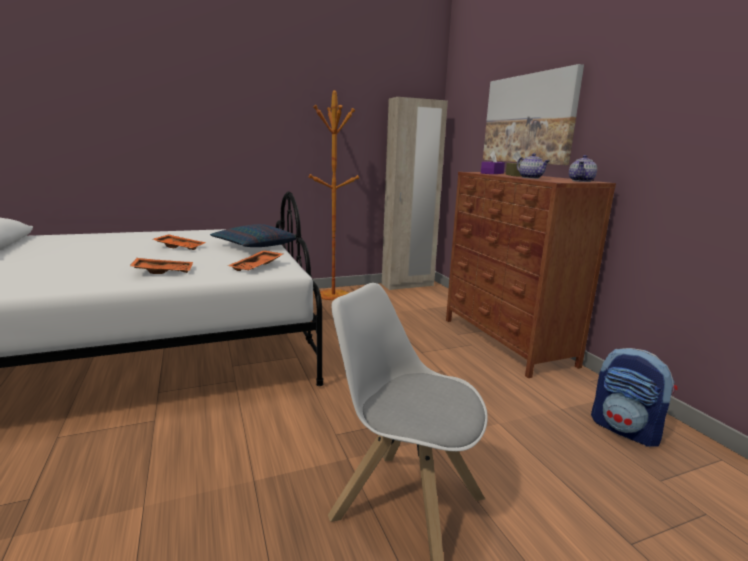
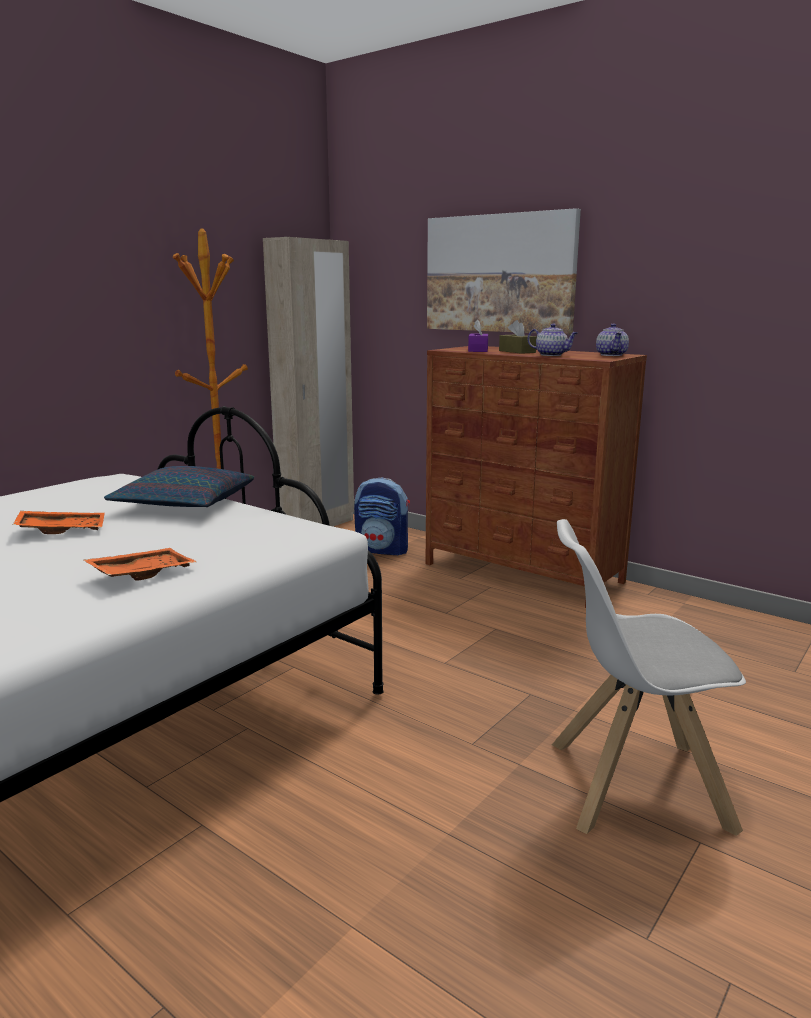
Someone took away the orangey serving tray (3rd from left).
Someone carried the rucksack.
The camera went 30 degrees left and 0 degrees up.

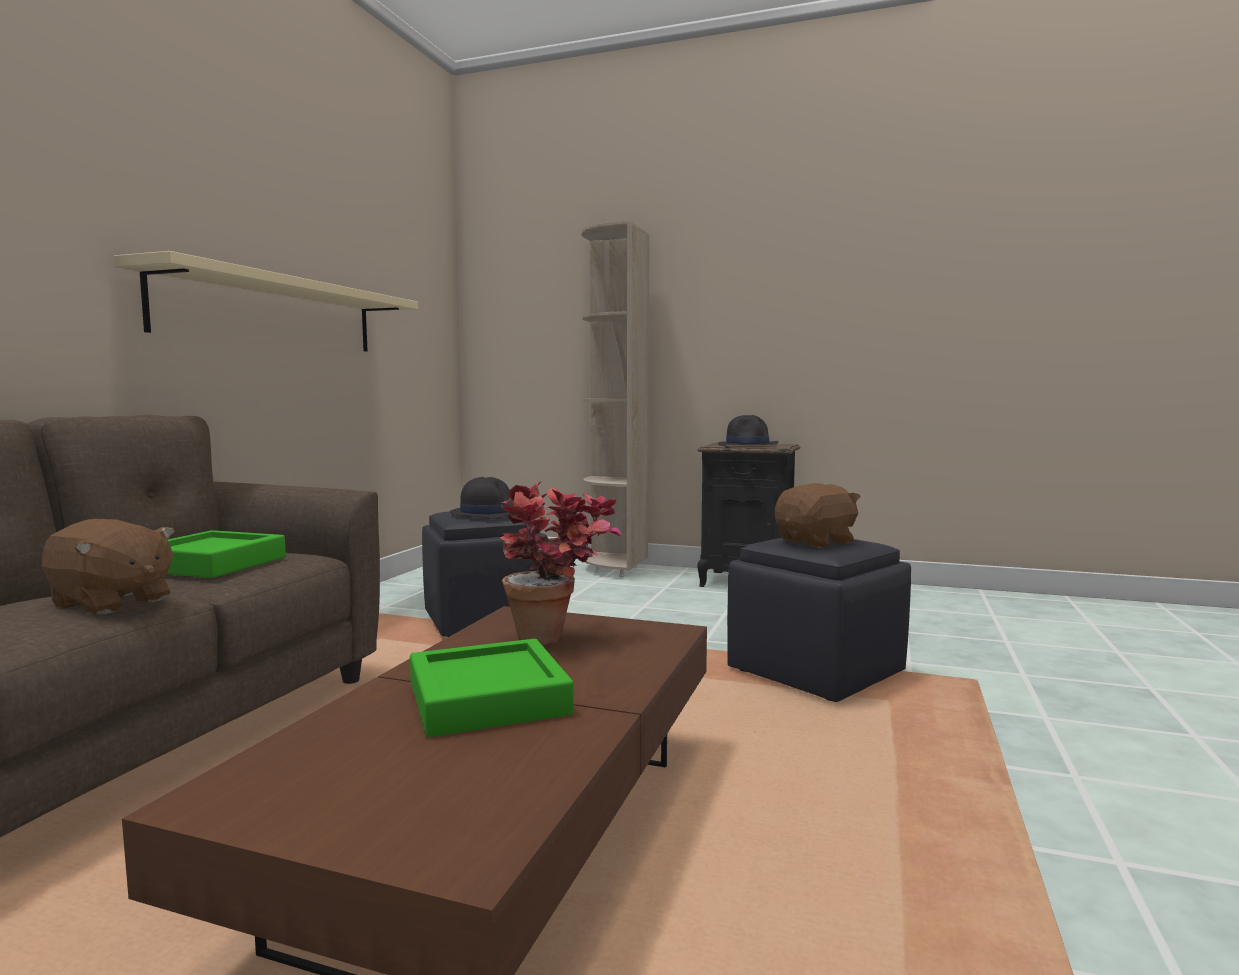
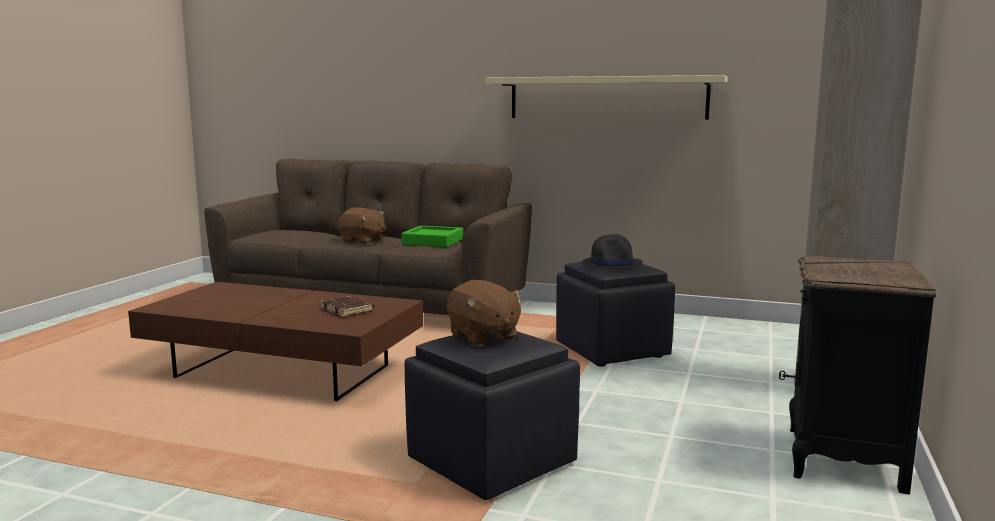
Someone took away the green serving tray (2nd from left).
Someone took away the blackish clothing hat (2nd from left).
Someone swapped the plant in a pot for the brown-coloured book.
Someone rotated the brown-coloured plush toy (1st from left) by 90 degrees counterclockwise.
The camera went 90 degrees right and 5 degrees up.

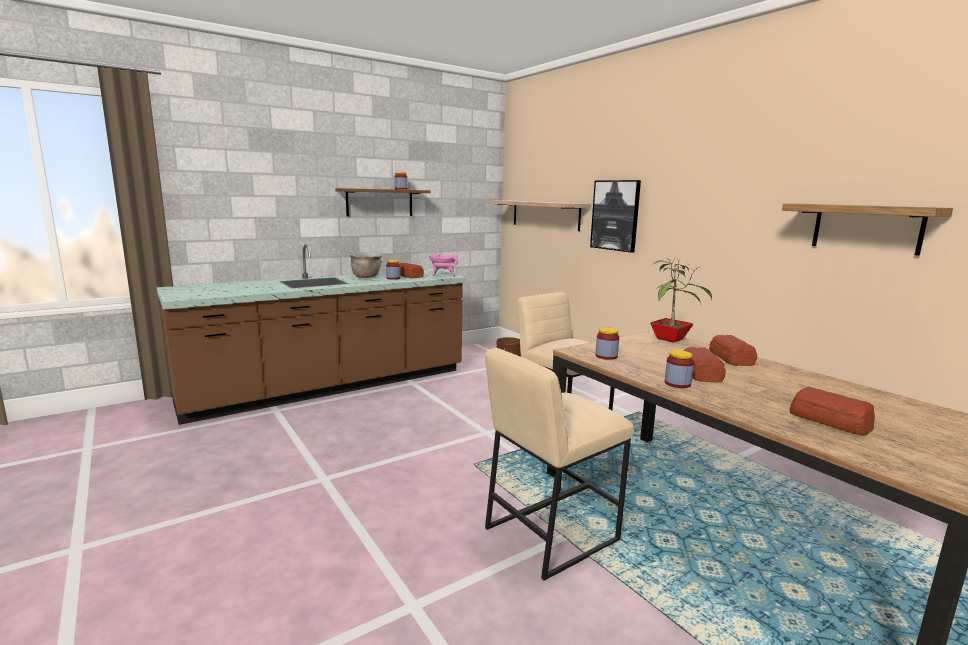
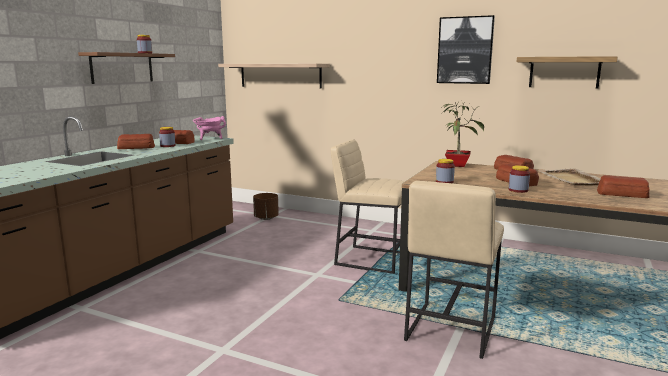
Someone put down the beige serving tray.
Someone carried the picture.
Someone swapped the brown-coloured stockpot for the bread (1st from left).
The camera went 30 degrees left and 0 degrees up.

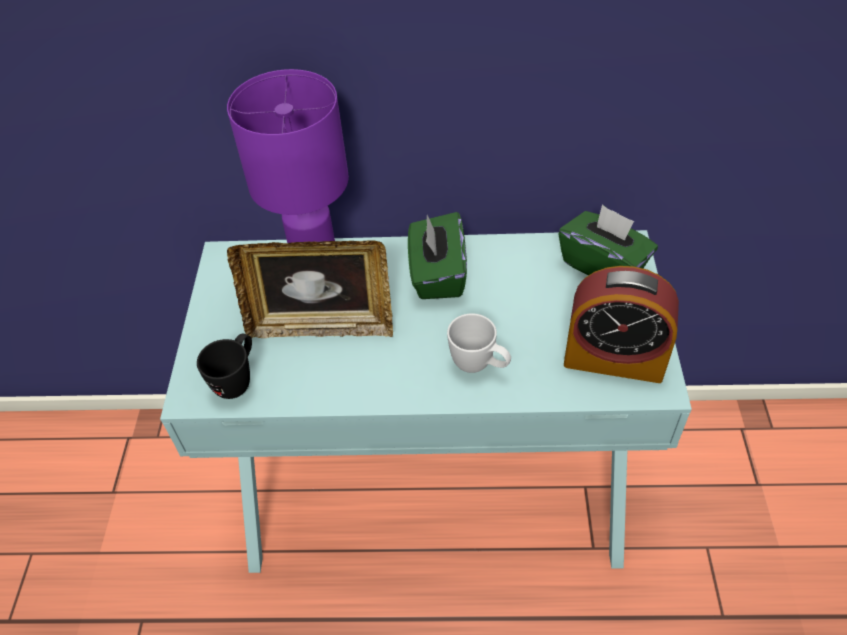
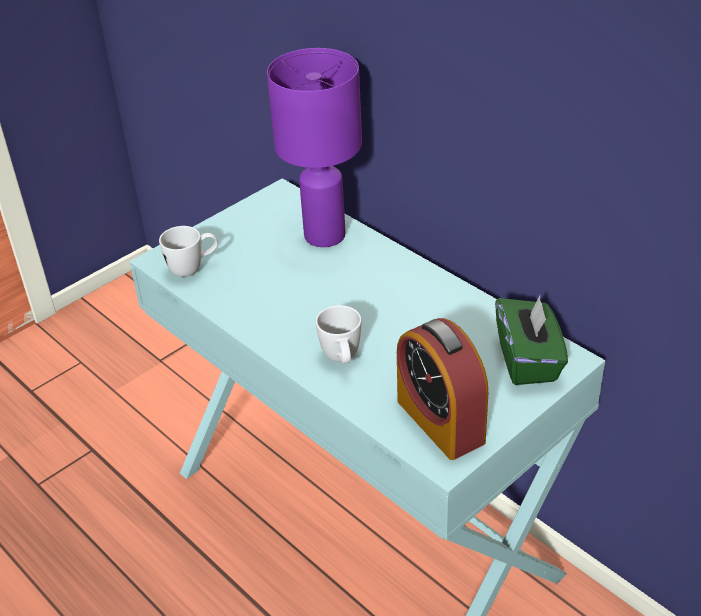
Someone took away the picture frame.
Someone took away the green tissue box (1st from left).
Someone repainted the blackish tea mug, which became the white-coloured tea mug (1st from left).
The camera went 45 degrees right and 10 degrees down.

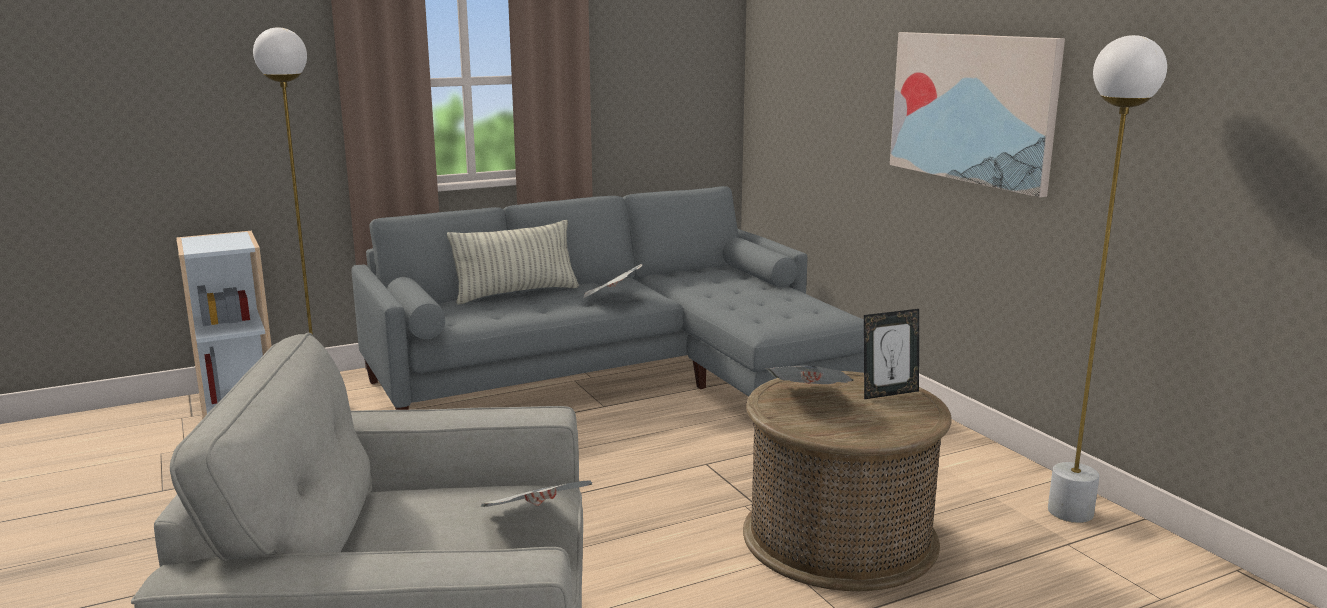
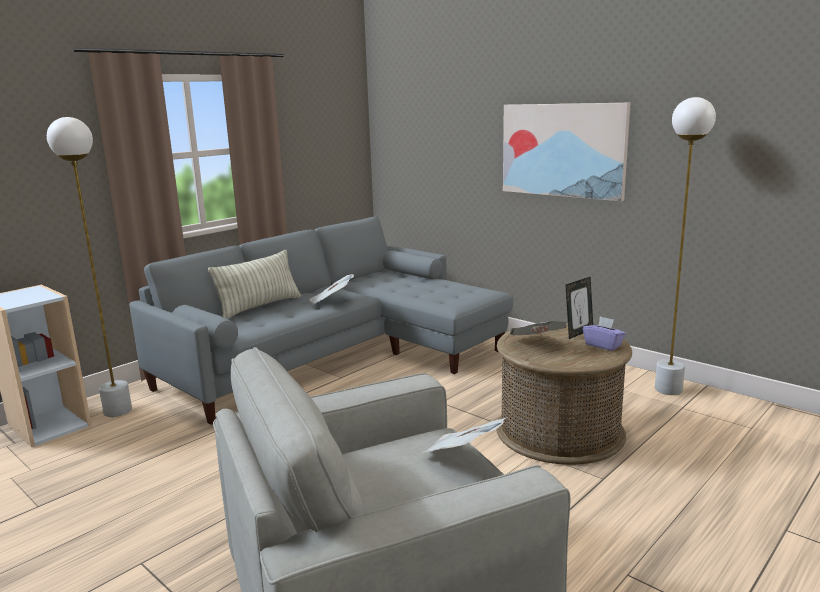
Someone put down the purple-coloured tissue box.
The camera went 20 degrees left and 0 degrees up.

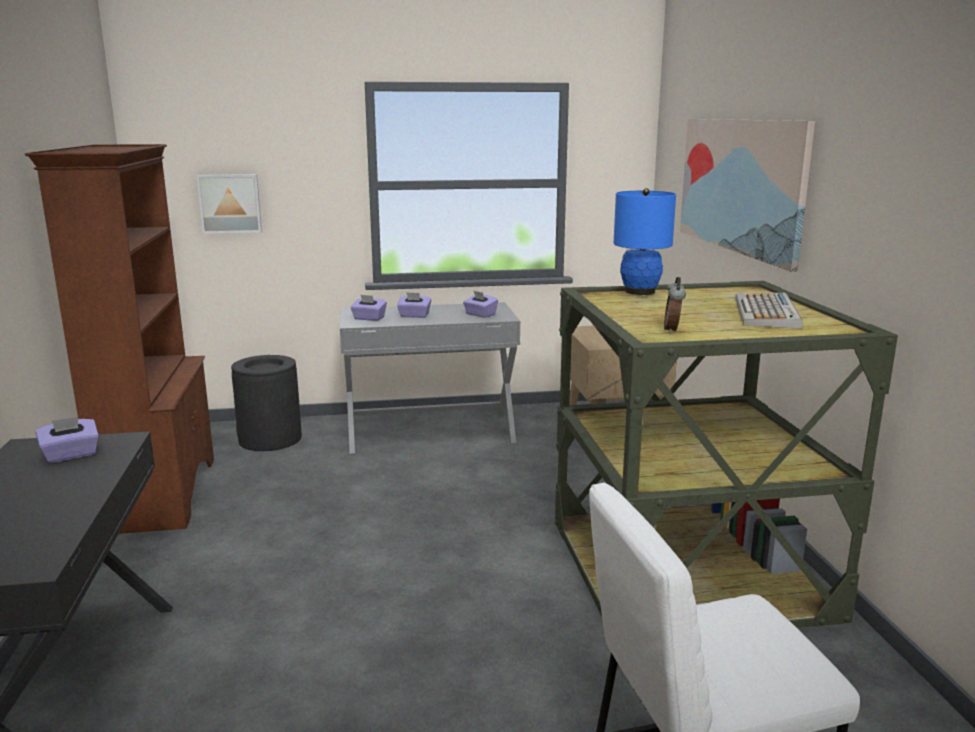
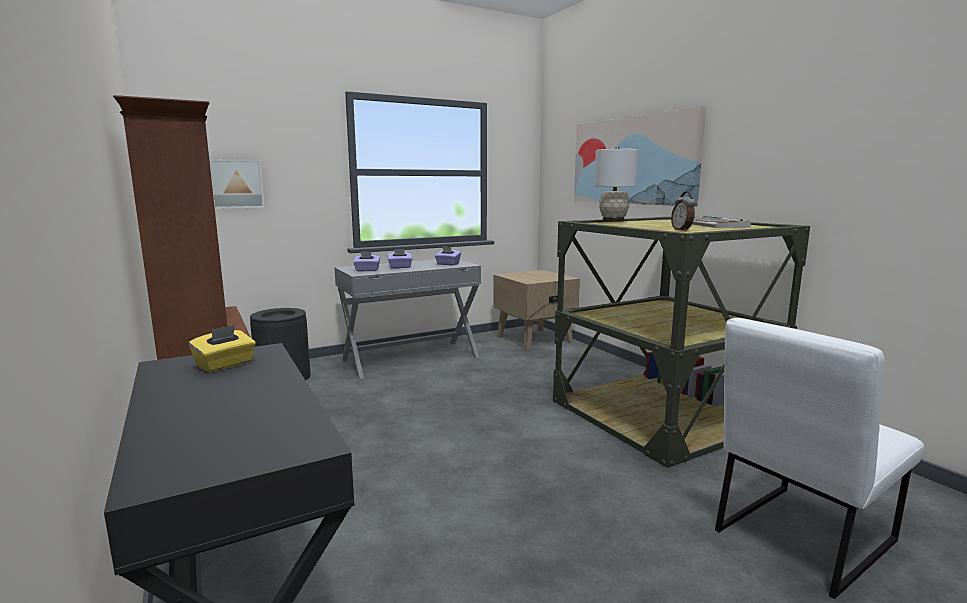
Someone repainted the purple-coloured tissue box (1st from left), which became the yellow-coloured tissue box.
Someone repainted the blue table lamp, which became the white-coloured table lamp.
The camera went 20 degrees left and 5 degrees down.

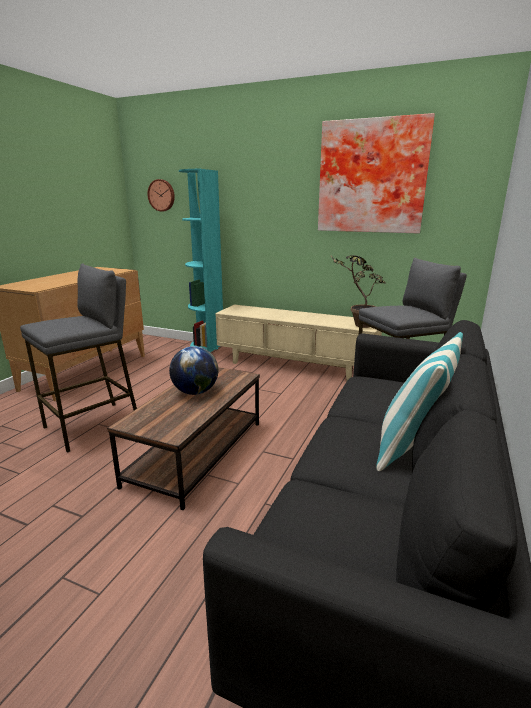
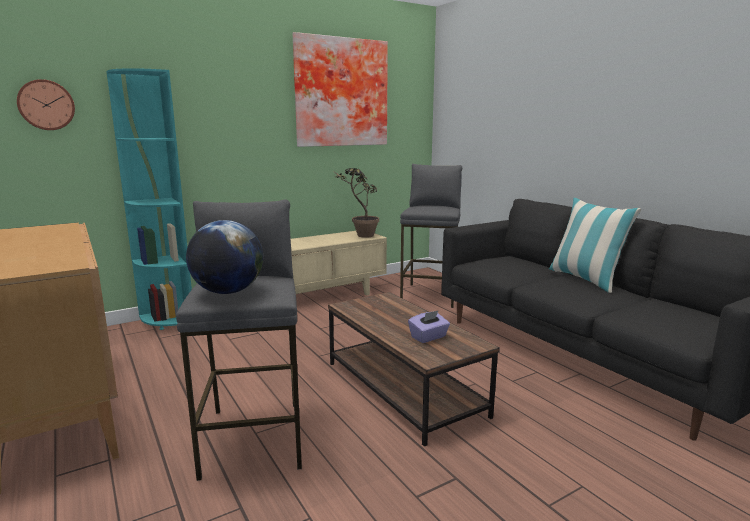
Someone put down the purple-coloured tissue box.
Someone carried the desk globe.
The camera went 55 degrees left and 5 degrees down.

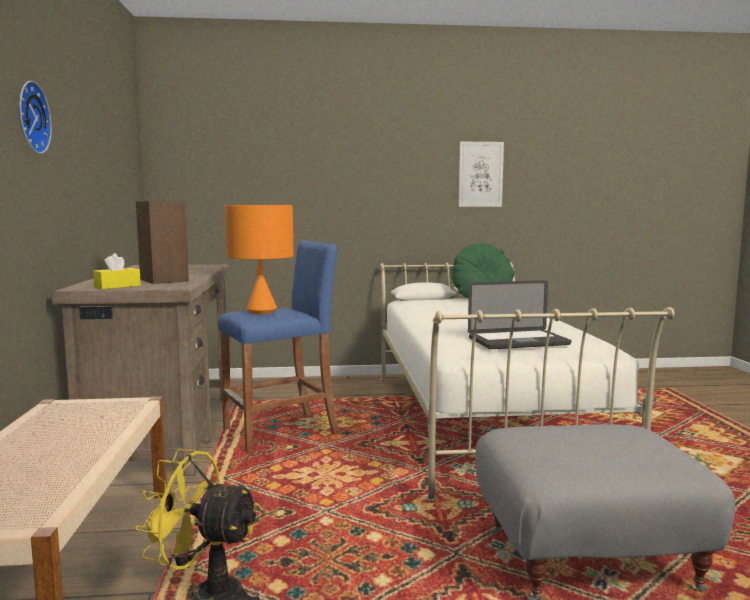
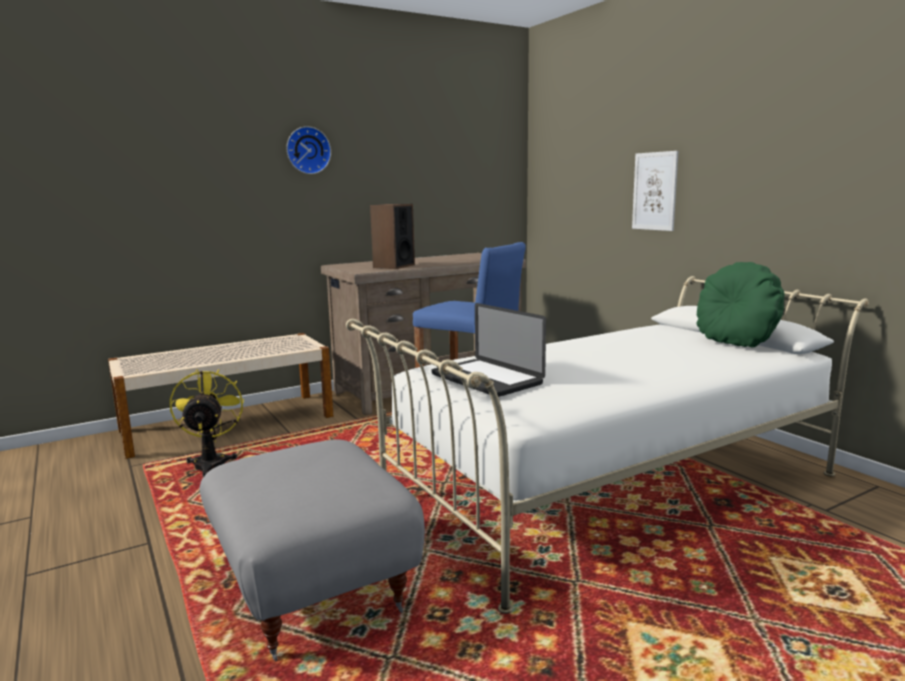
Someone took away the yellow-coloured tissue box.
Someone took away the orangey table lamp.
Someone carried the picture.
The camera went 65 degrees right and 5 degrees up.

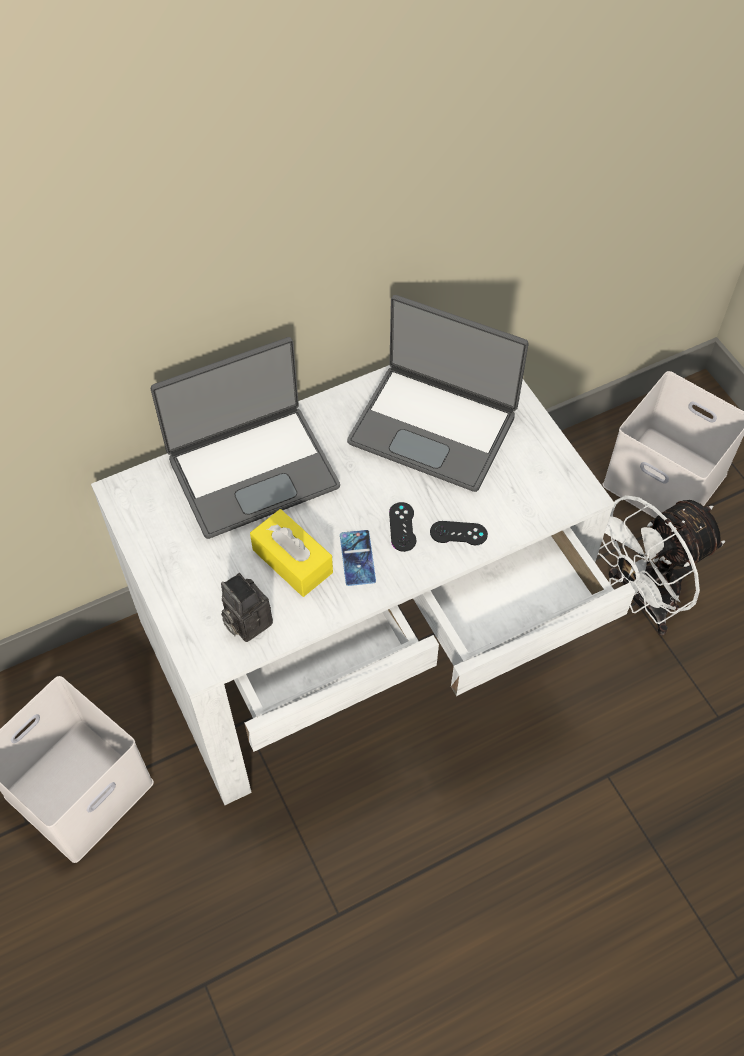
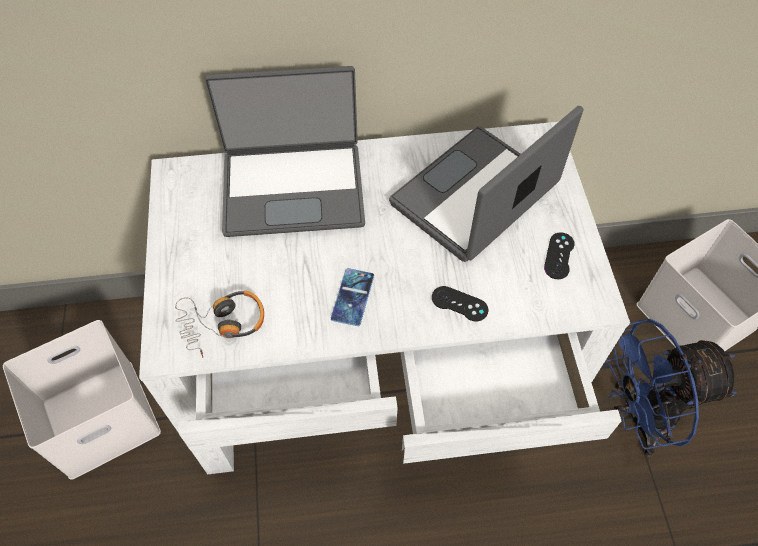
Someone took away the yellow-coloured tissue box.
Someone carried the blackish joypad (1st from left in the first image).
Someone swapped the photo camera for the headphones.
Someone repainted the white-coloured electric fan, which became the blue electric fan.
Someone rotated the notebook computer (2nd from left) by 90 degrees clockwise.
The camera went 20 degrees right and 0 degrees up.

